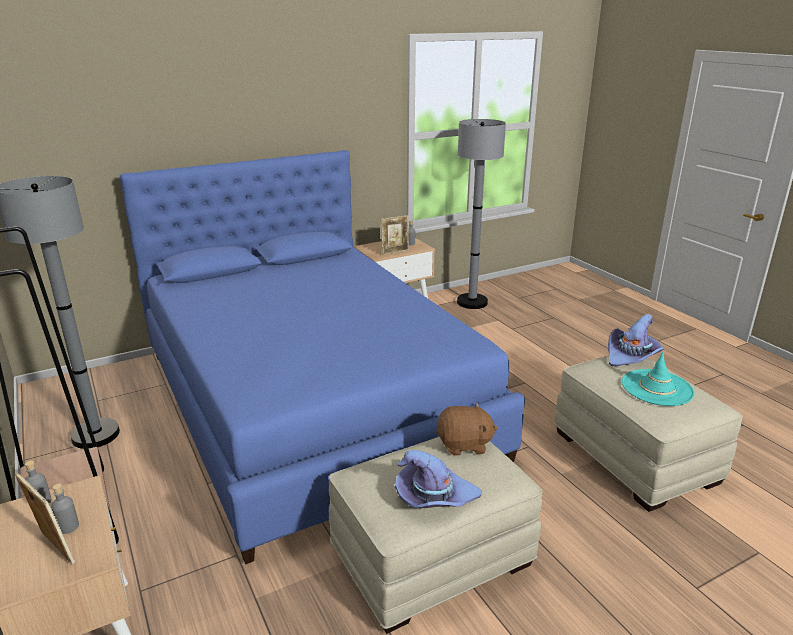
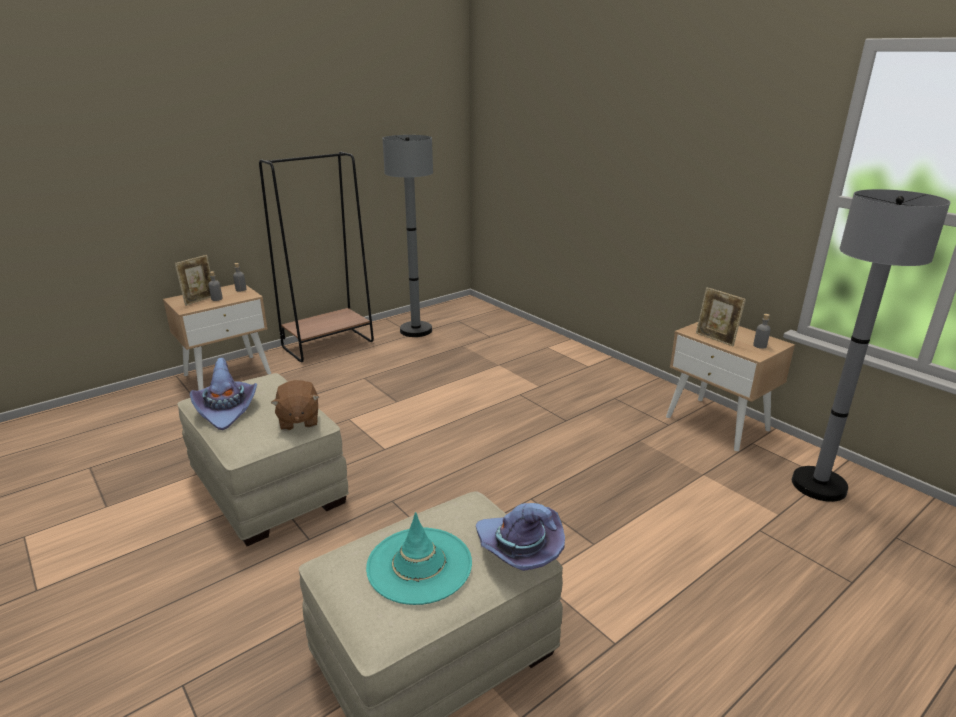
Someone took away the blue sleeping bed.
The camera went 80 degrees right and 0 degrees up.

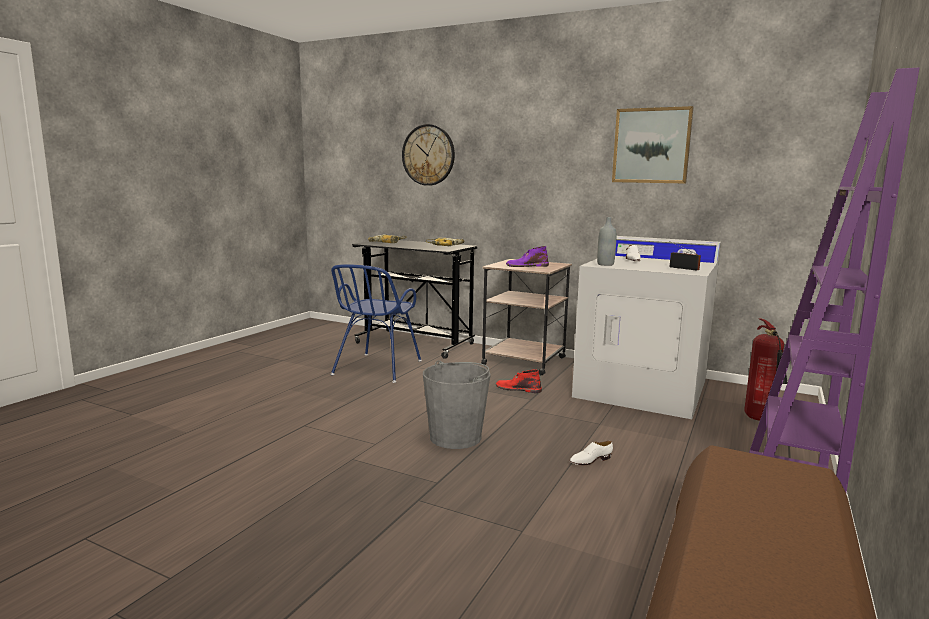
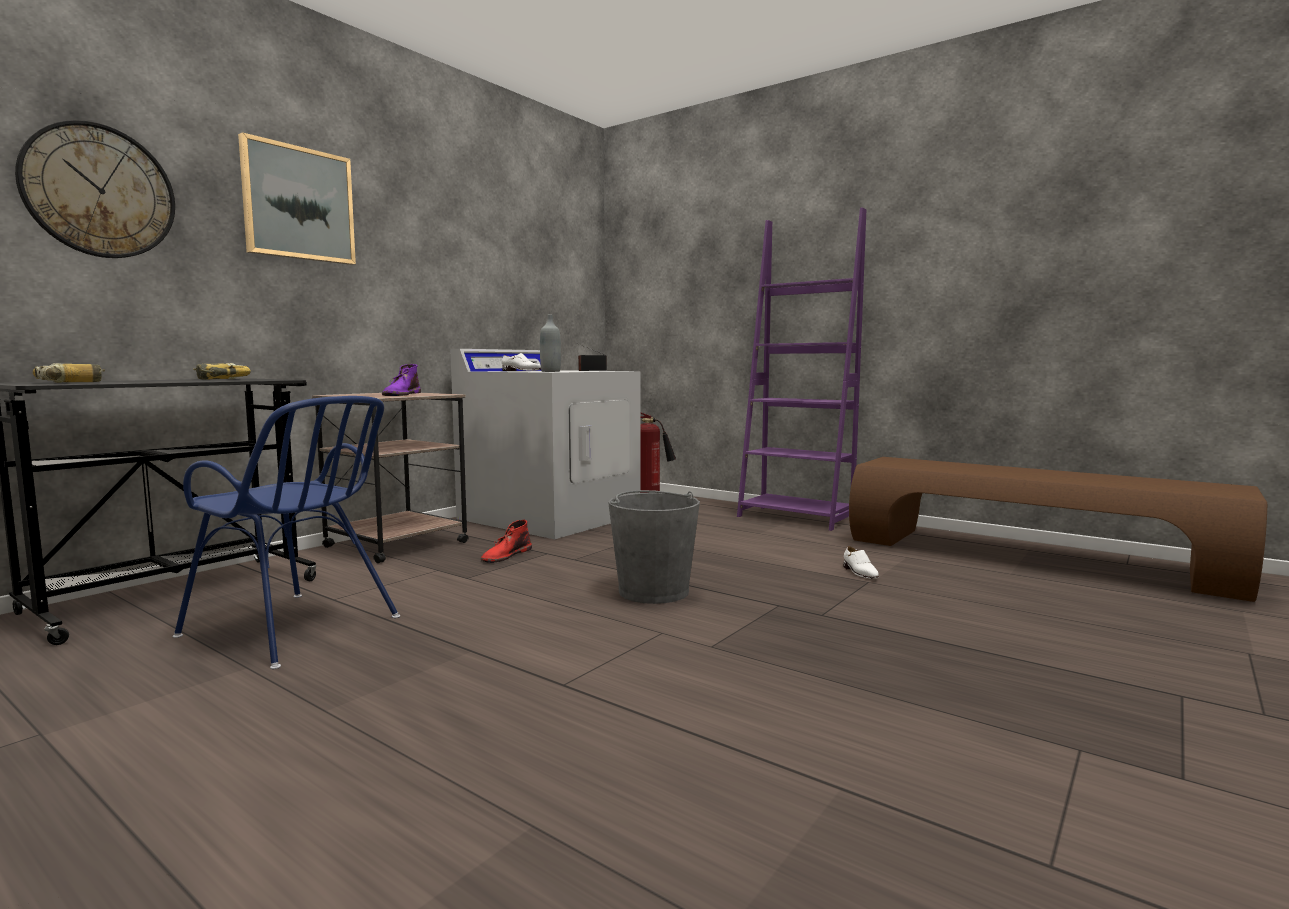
Someone carried the white-coloured item of footwear (1st from left in the first image).
Someone carried the picture.
The camera went 80 degrees left and 5 degrees down.

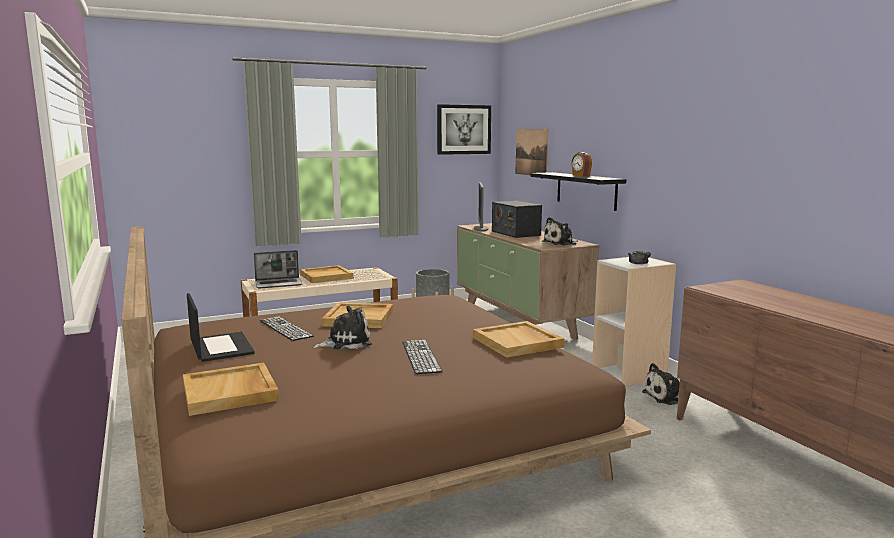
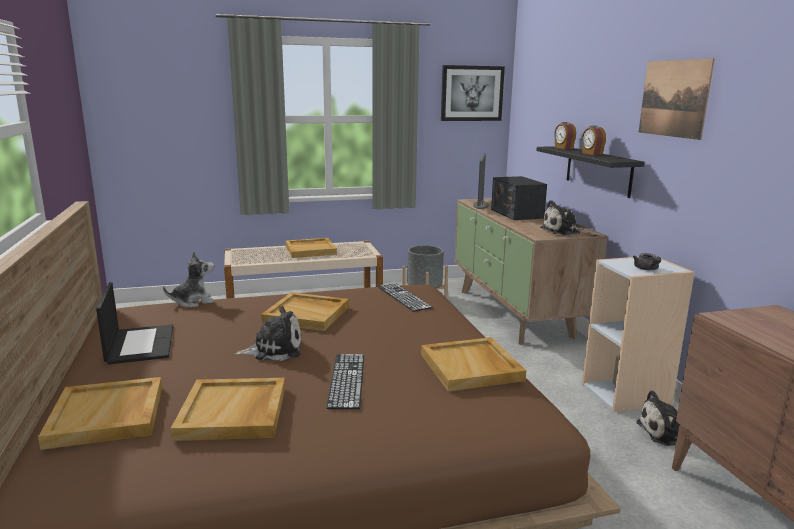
Someone took away the notebook computer (2nd from left).
Someone put down the plush toy (1st from left).
Someone put down the beige serving tray (2nd from left).
Someone put down the bedside clock (1st from left).
Someone carried the keyboard (1st from left in the first image).
Someone carried the picture (2nd from left).
The camera went 10 degrees right and 5 degrees up.

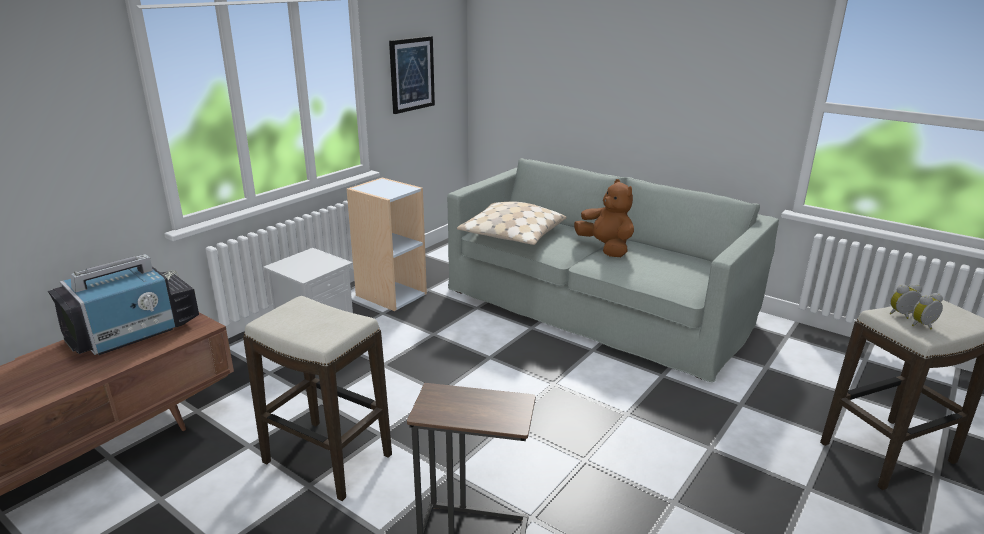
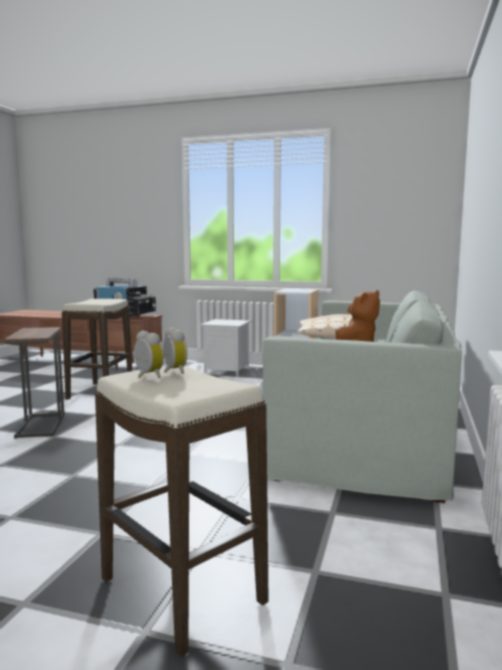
Someone took away the picture.
The camera went 70 degrees right and 15 degrees down.

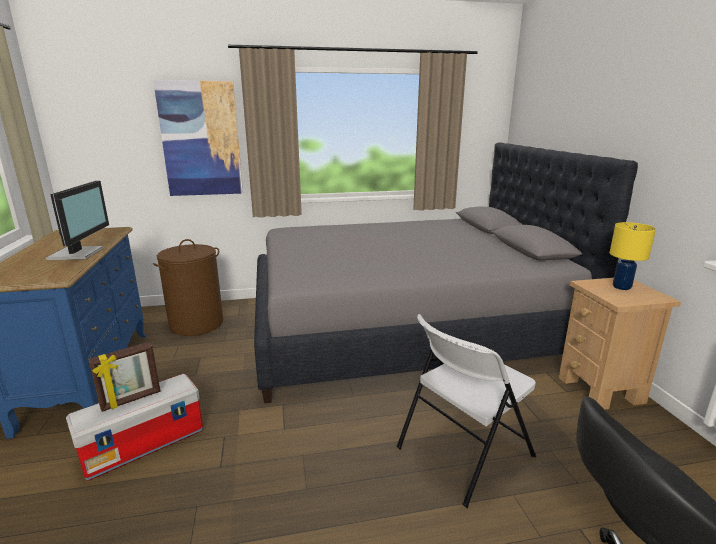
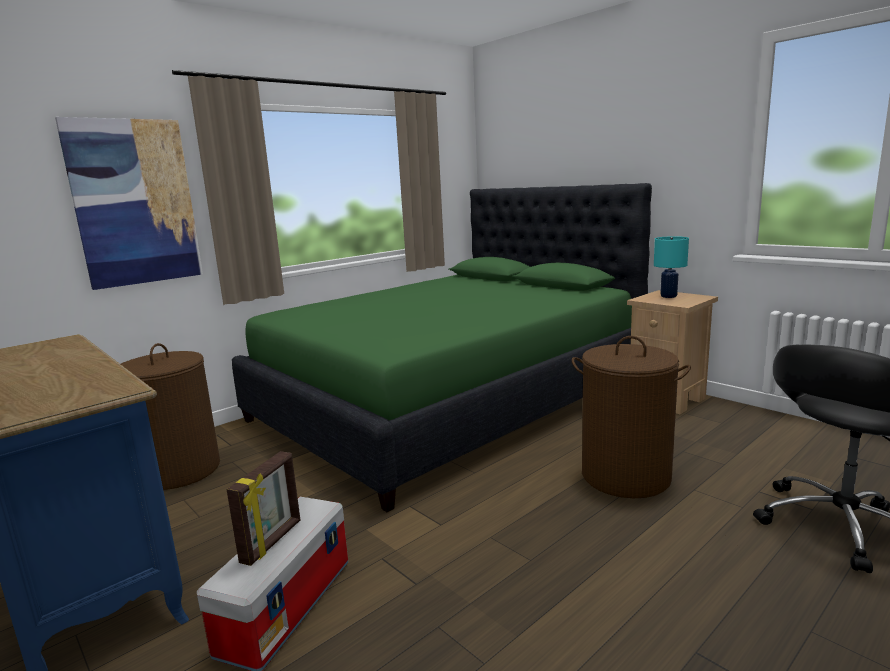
Someone took away the computer screen.
Someone swapped the white-coloured chair for the brown-coloured washing basket (2nd from left).
Someone repainted the grey sleeping bed, which became the green sleeping bed.
Someone repainted the yellow-coloured table lamp, which became the turquoise table lamp.
The camera went 30 degrees left and 5 degrees down.

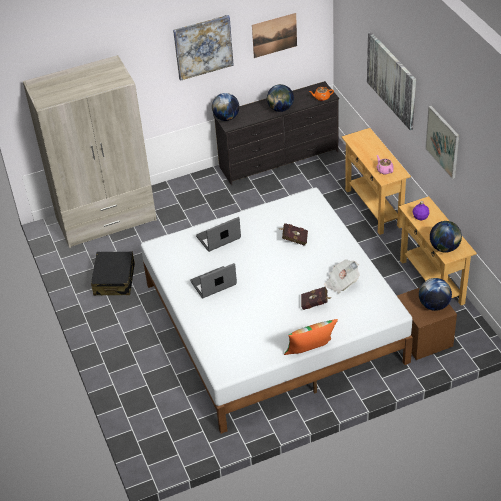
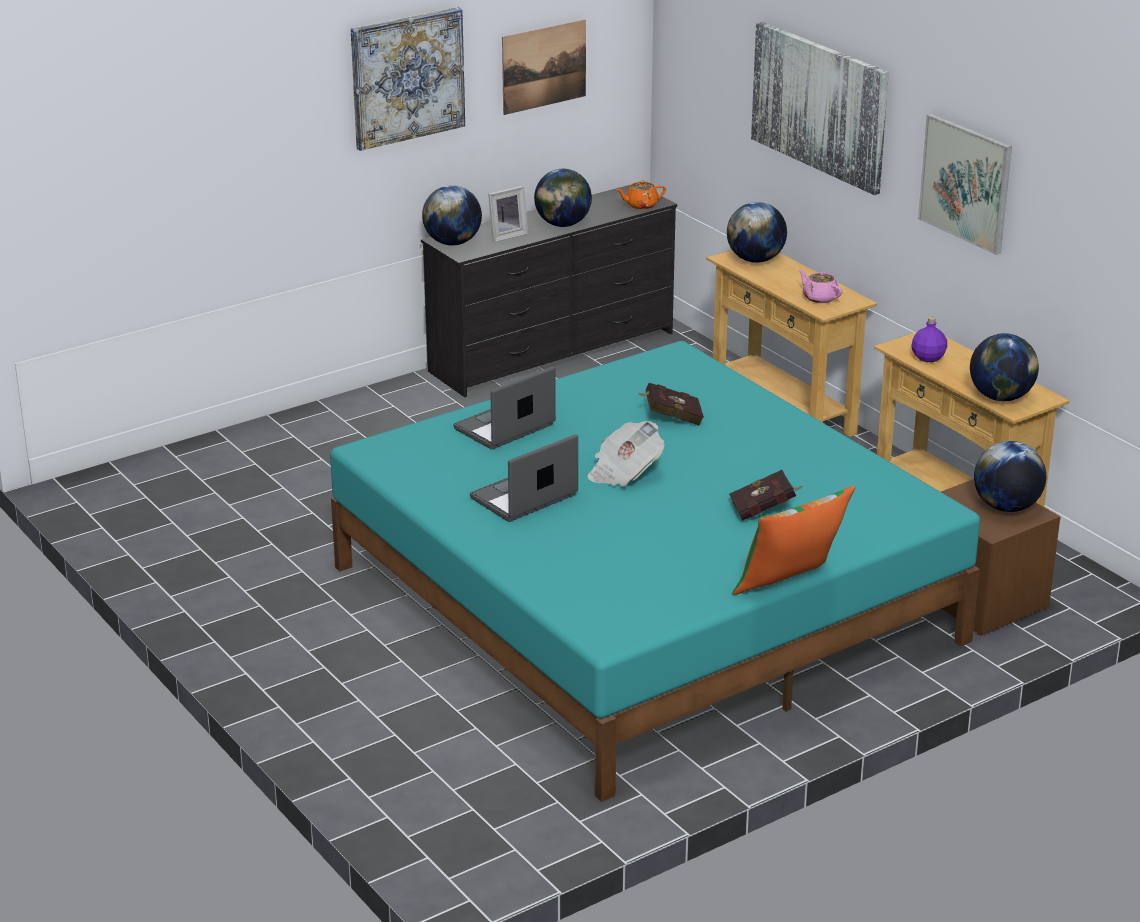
Someone took away the beige wardrobe.
Someone took away the blackish travel case.
Someone put down the picture frame.
Someone put down the desk globe (3rd from left).
Someone carried the newspaper.
Someone repainted the white-coloured sleeping bed, which became the turquoise sleeping bed.
The camera went 15 degrees left and 15 degrees down.

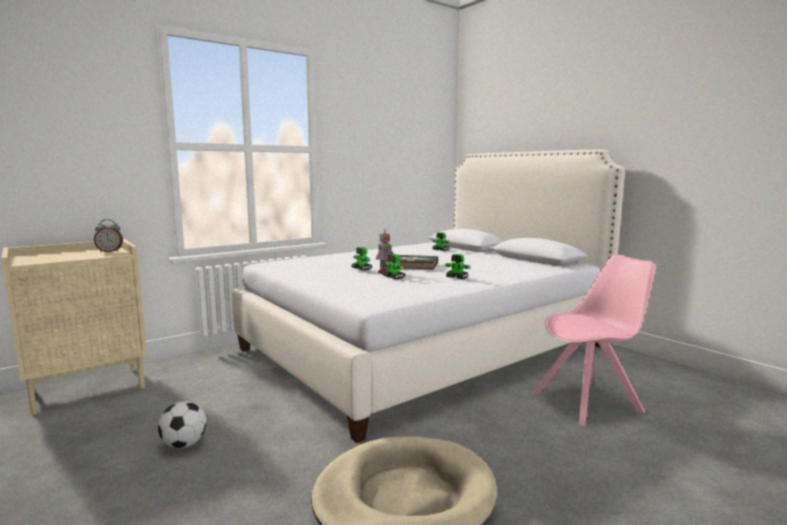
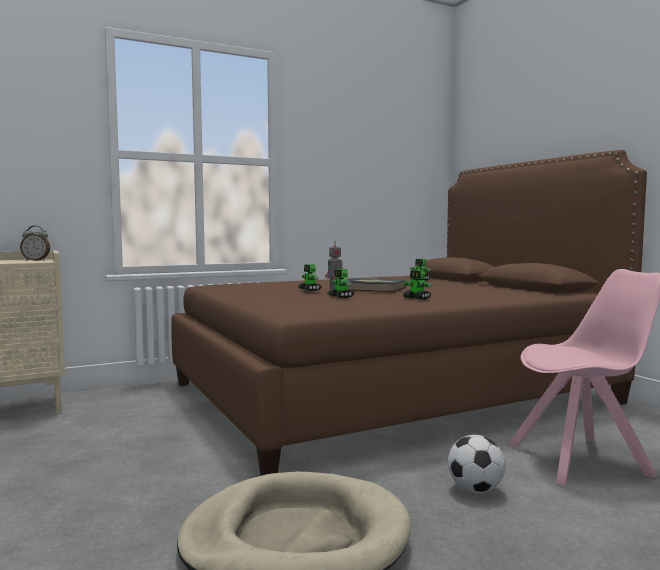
Someone carried the football.
Someone repainted the white-coloured sleeping bed, which became the brown-coloured sleeping bed.
The camera went 10 degrees right and 5 degrees down.

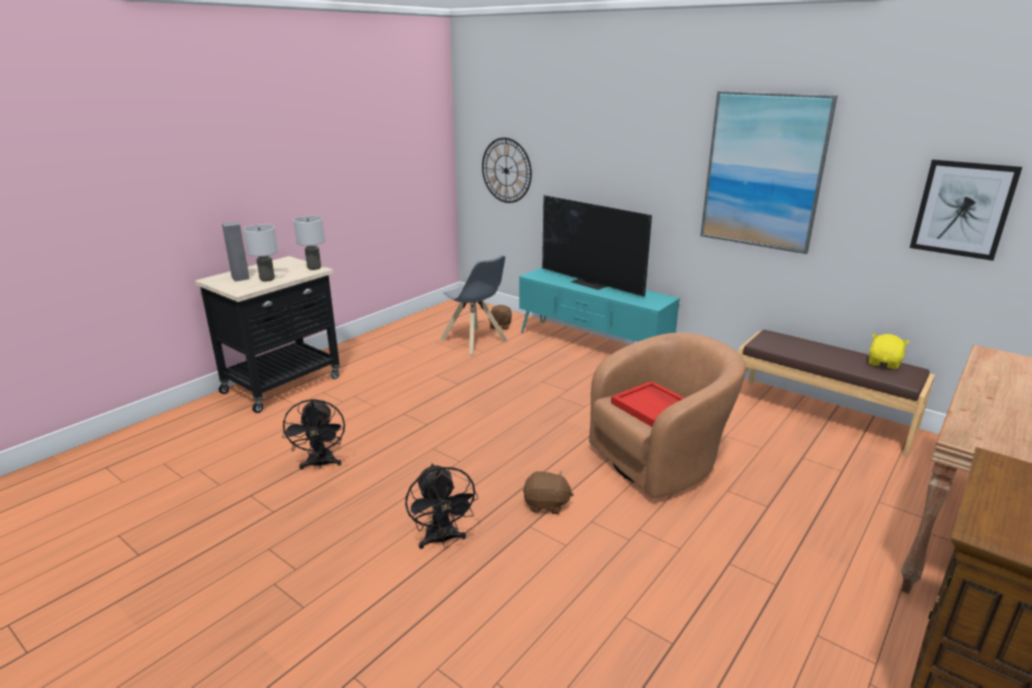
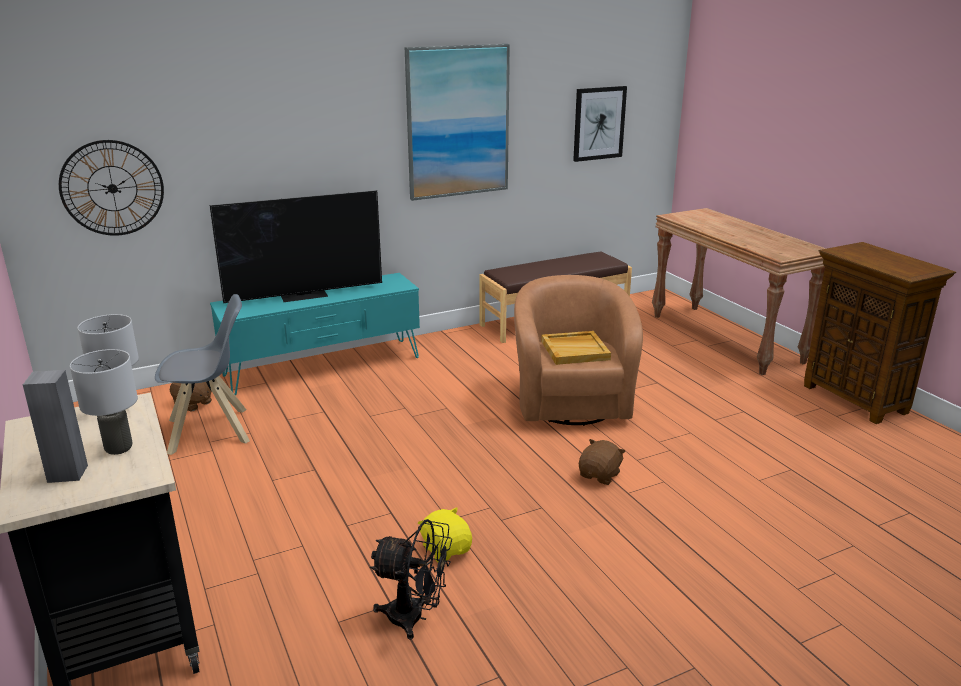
Someone took away the blackish electric fan (2nd from left).
Someone carried the yellow-coloured plush toy.
Someone repainted the red-coloured serving tray, which became the beige serving tray.
The camera went 65 degrees left and 0 degrees up.

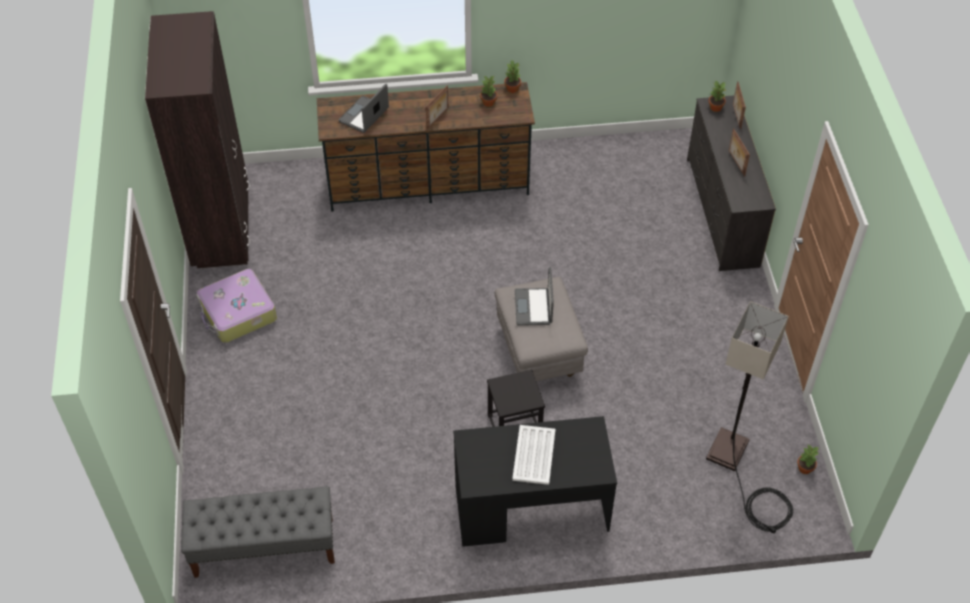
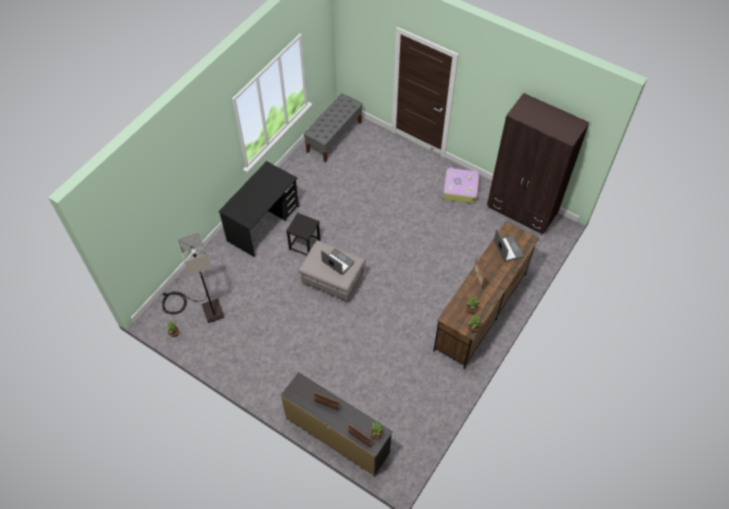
Someone took away the white-coloured serving tray.
The camera went 130 degrees right and 5 degrees up.

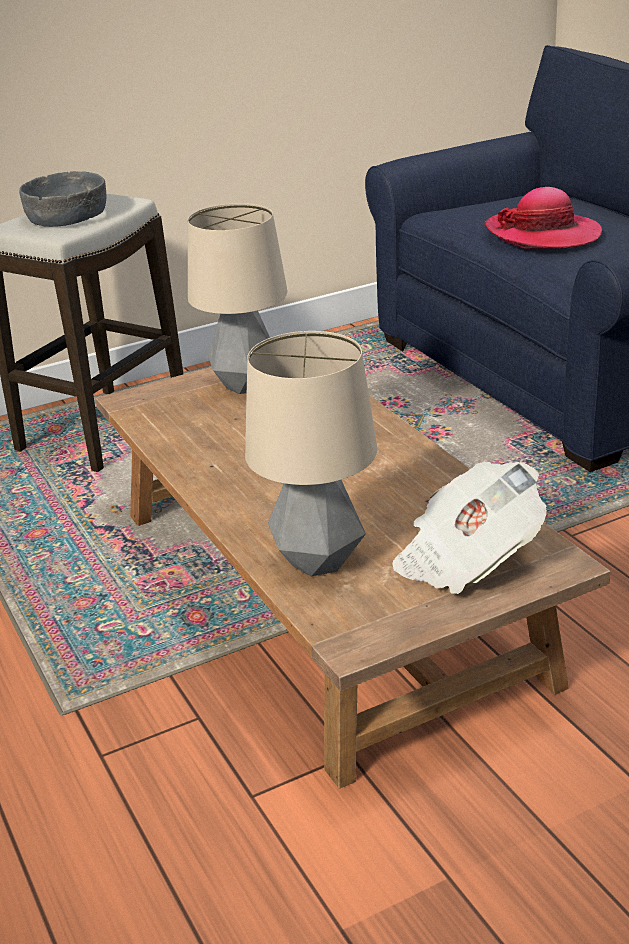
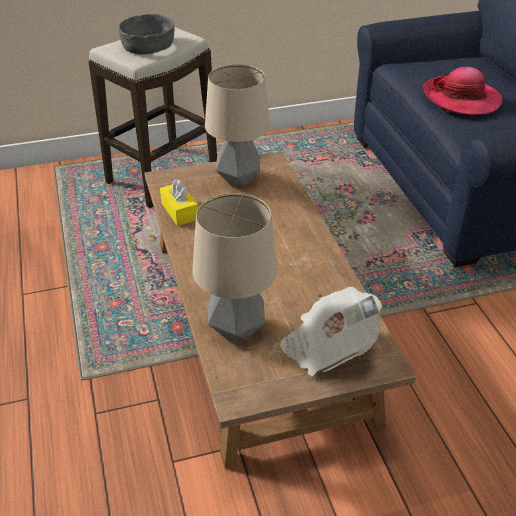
Someone put down the yellow-coloured tissue box.
The camera went 10 degrees right and 10 degrees up.

